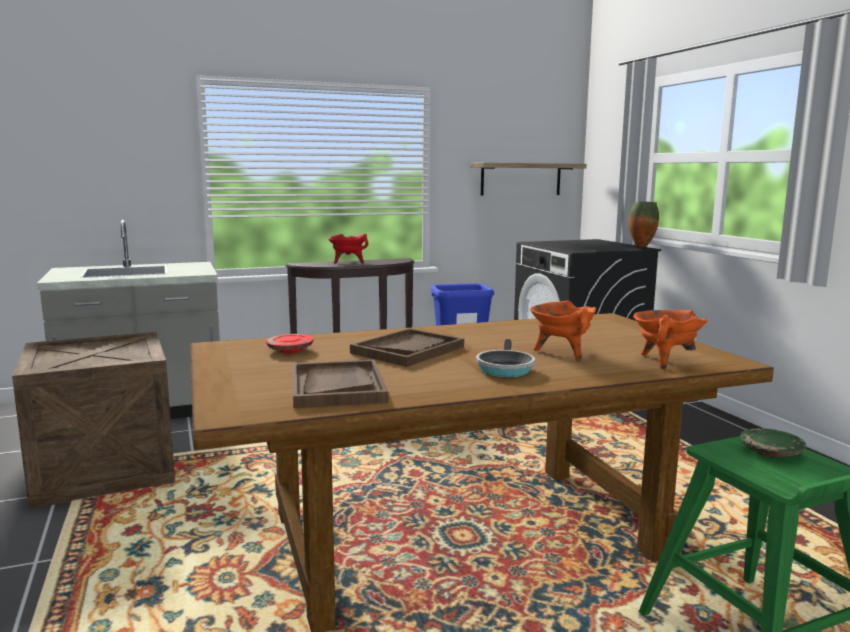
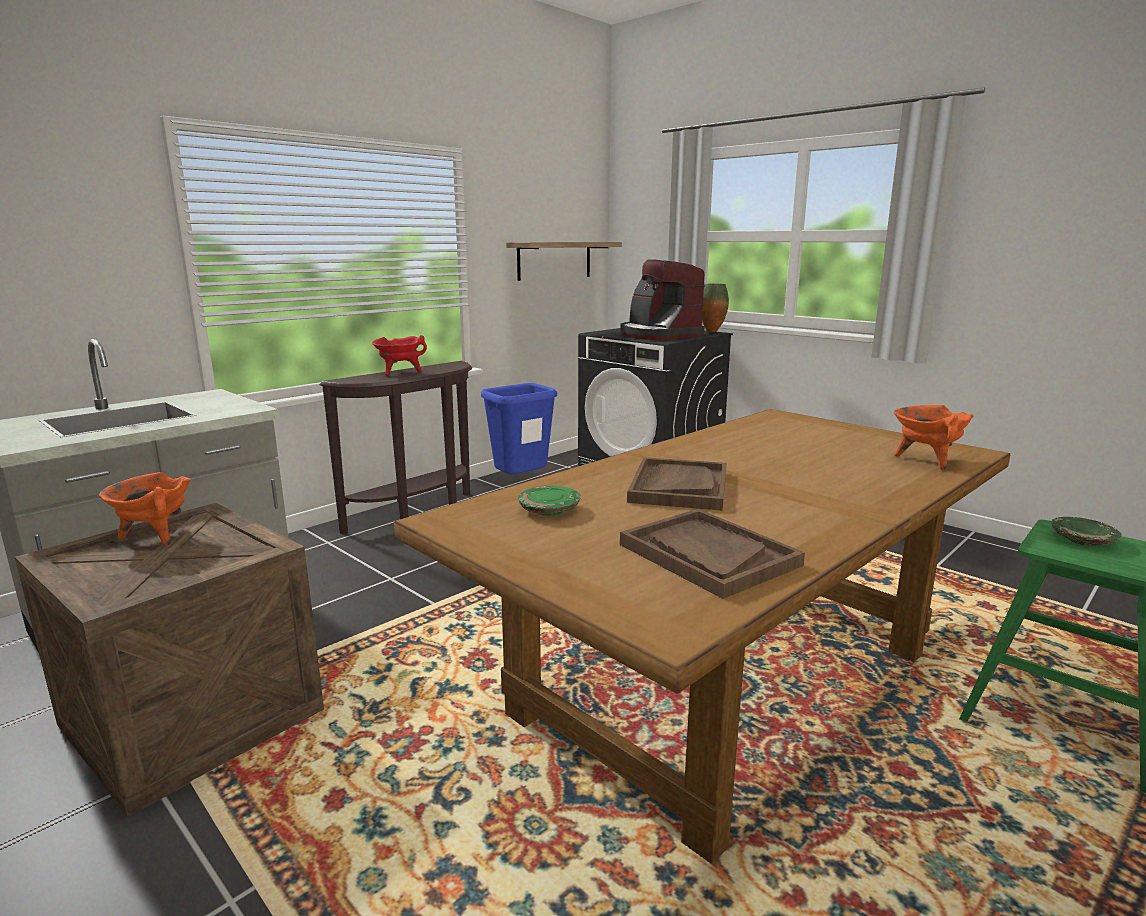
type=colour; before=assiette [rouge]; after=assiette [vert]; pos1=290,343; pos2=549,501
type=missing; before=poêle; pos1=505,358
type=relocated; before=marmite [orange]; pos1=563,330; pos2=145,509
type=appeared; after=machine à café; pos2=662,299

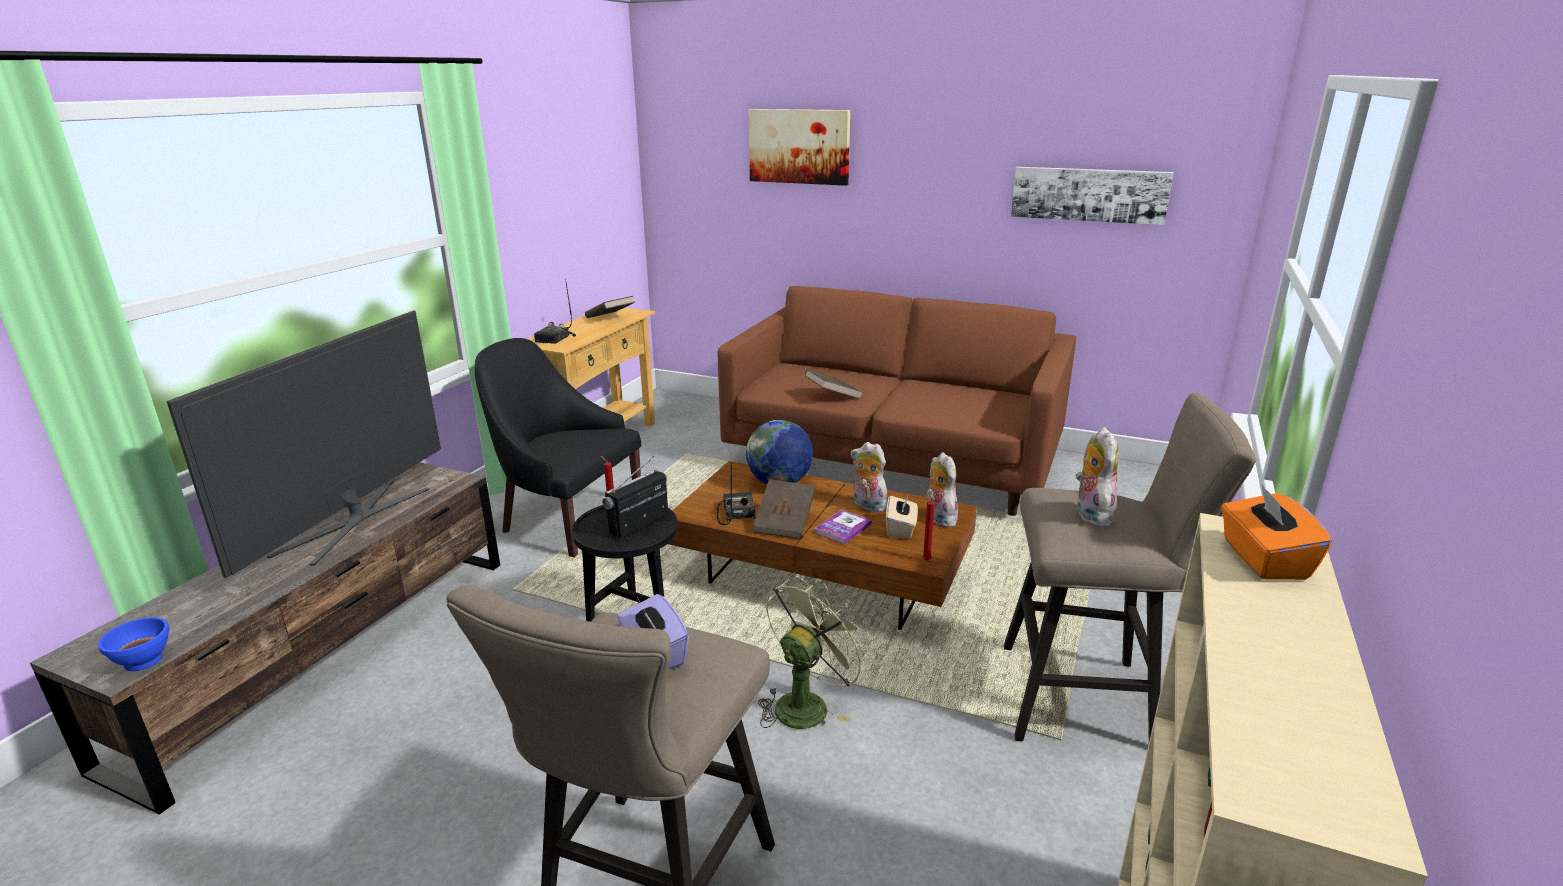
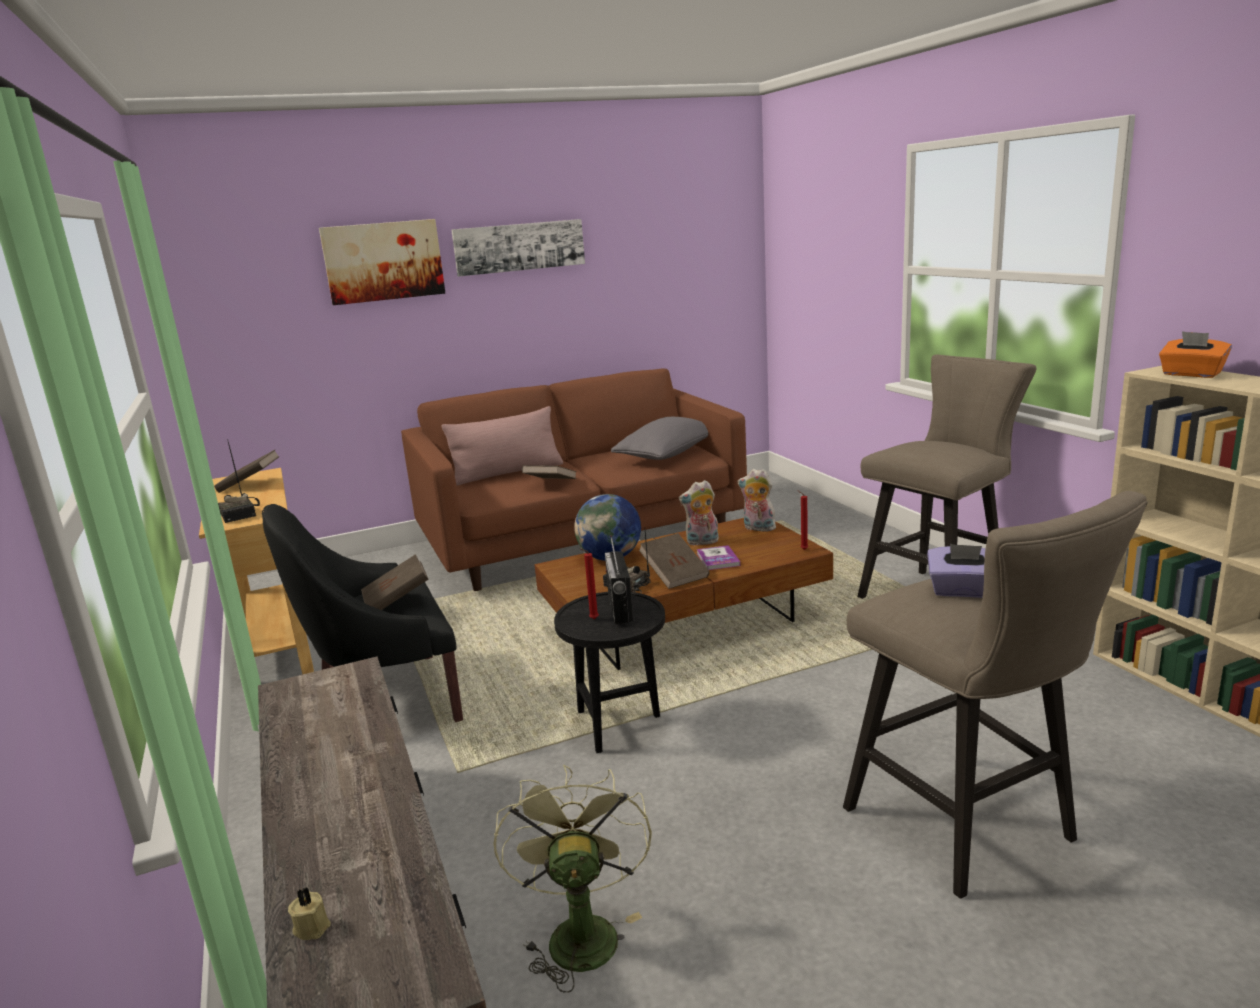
type=missing; before=bol [bleu]; pos1=134,644
type=missing; before=téléviseur; pos1=304,444
type=relocated; before=ventilateur [vert]; pos1=815,652; pos2=572,879
type=missing; before=boîte à mouchoirs [beige]; pos1=902,517
type=relocated; before=tableau; pos1=1092,196; pos2=518,248
type=missing; before=peluche; pos1=1097,477
type=appeared; after=bougie [beige]; pos2=309,913
type=appeared; after=livre [marron]; pos2=394,582
type=appeared; after=coussin [rose]; pos2=502,446
type=appeared; after=coussin [gris]; pos2=659,438

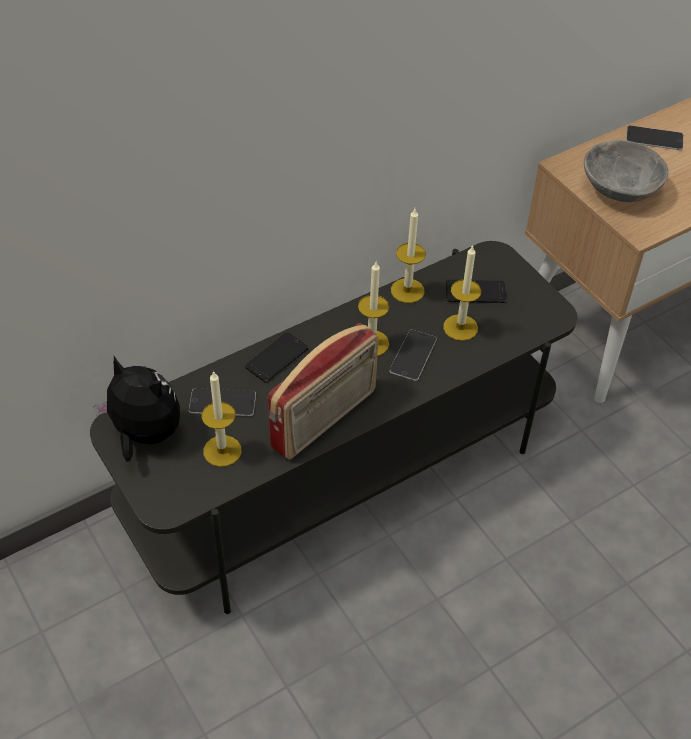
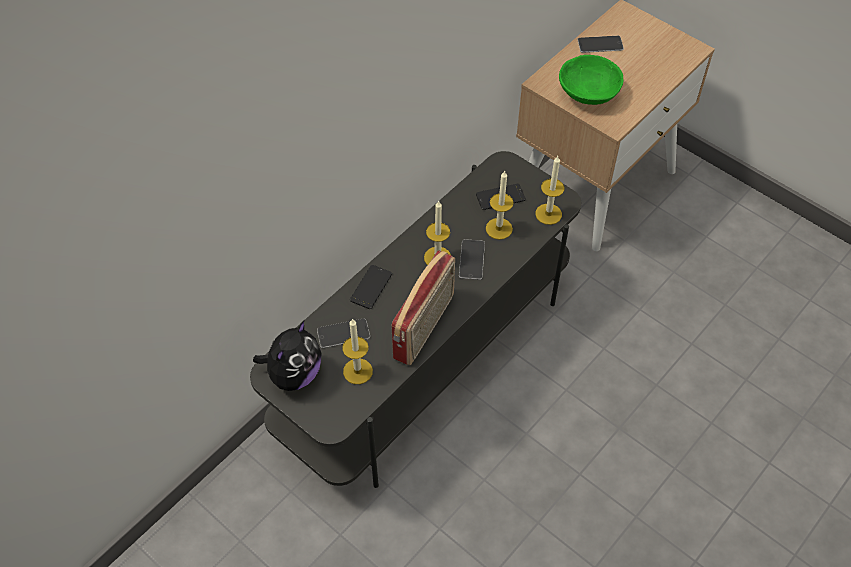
type=spun; before=peluche; pos1=136,409; pos2=287,355; turn=105
type=relocated; before=bougie; pos1=408,256; pos2=549,190
type=colour; before=bol [gris]; after=bol [vert]; pos1=626,171; pos2=591,80

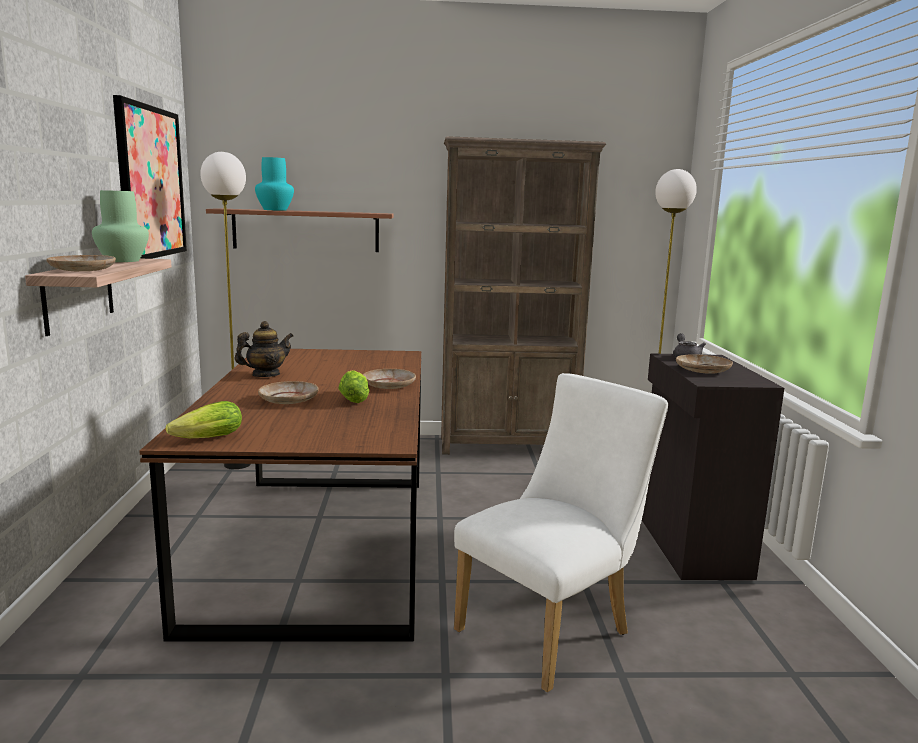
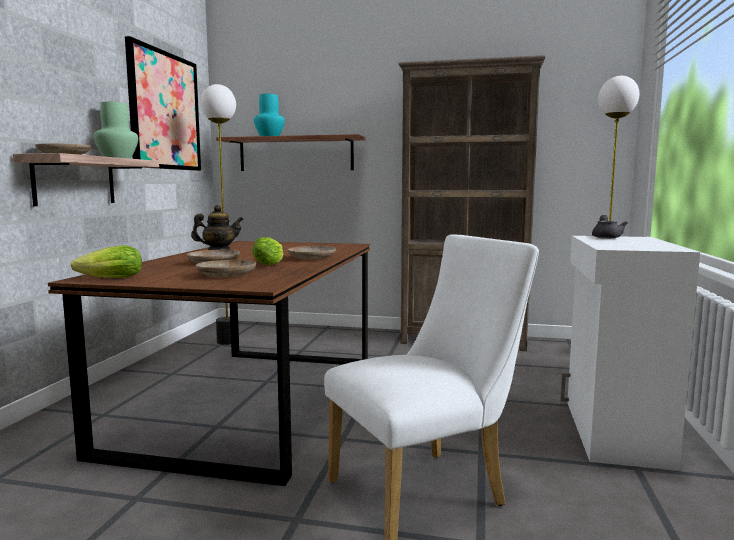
type=colour; before=meuble de rangement [noir]; after=meuble de rangement [blanc]; pos1=713,466; pos2=630,353
type=relocated; before=assiette [beige]; pos1=704,364; pos2=226,268

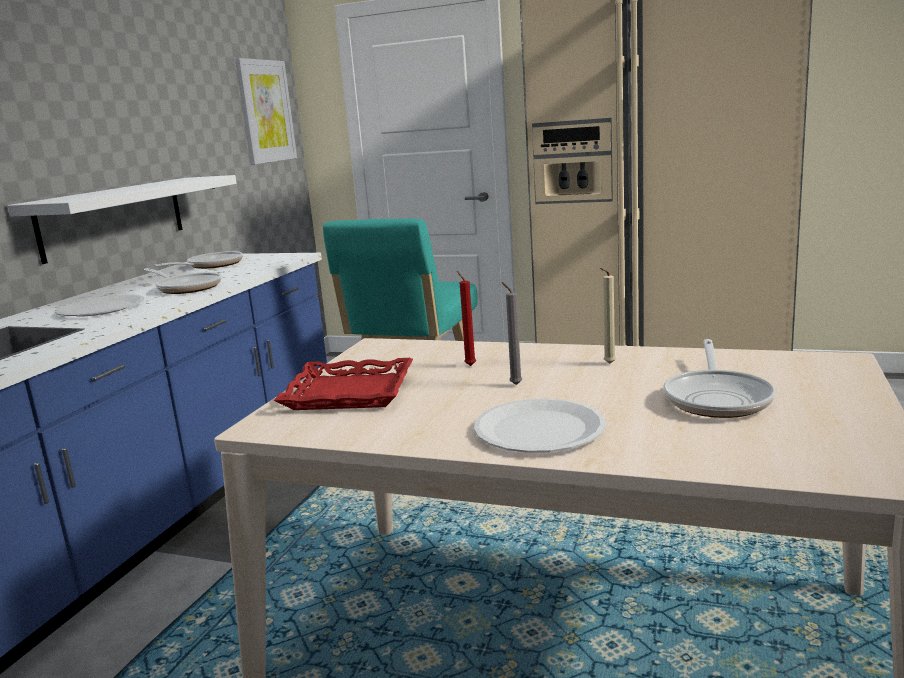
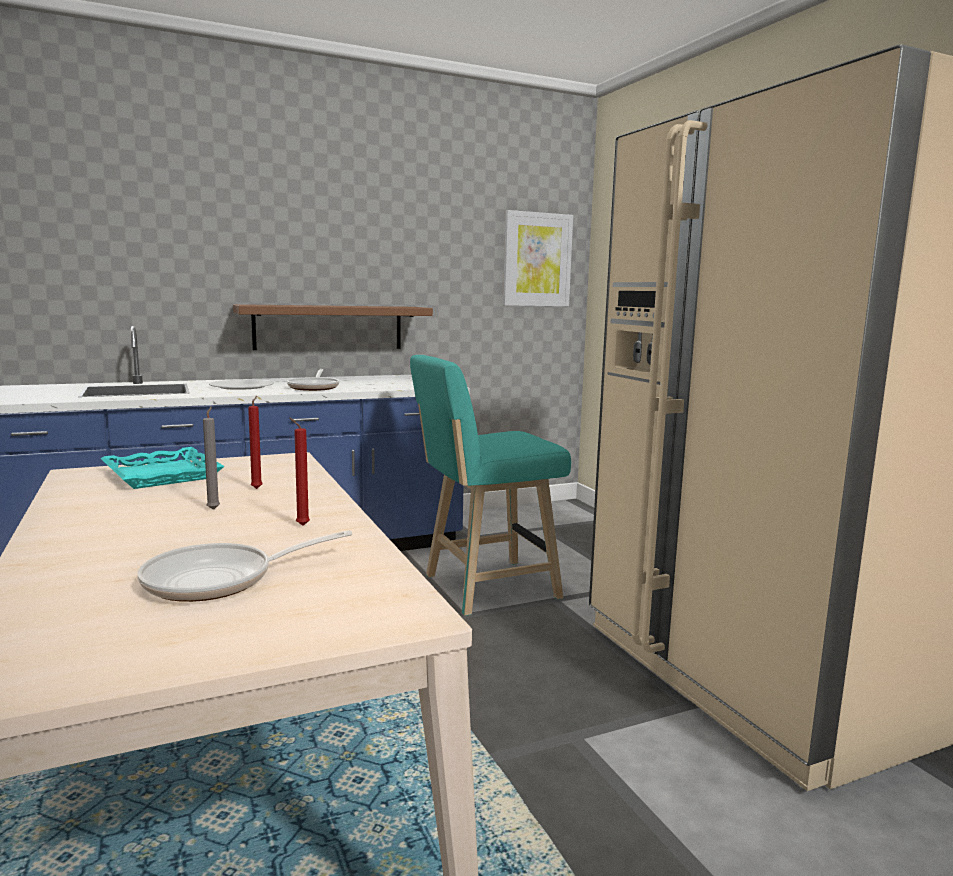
type=colour; before=étagère [blanc]; after=étagère [marron]; pos1=122,219; pos2=333,327
type=missing; before=poêle; pos1=198,260
type=colour; before=plateau [rouge]; after=plateau [turquoise]; pos1=343,384; pos2=162,468
type=missing; before=assiette [blanc]; pos1=540,425
type=colour; before=bougie [beige]; after=bougie [rouge]; pos1=608,316; pos2=299,472

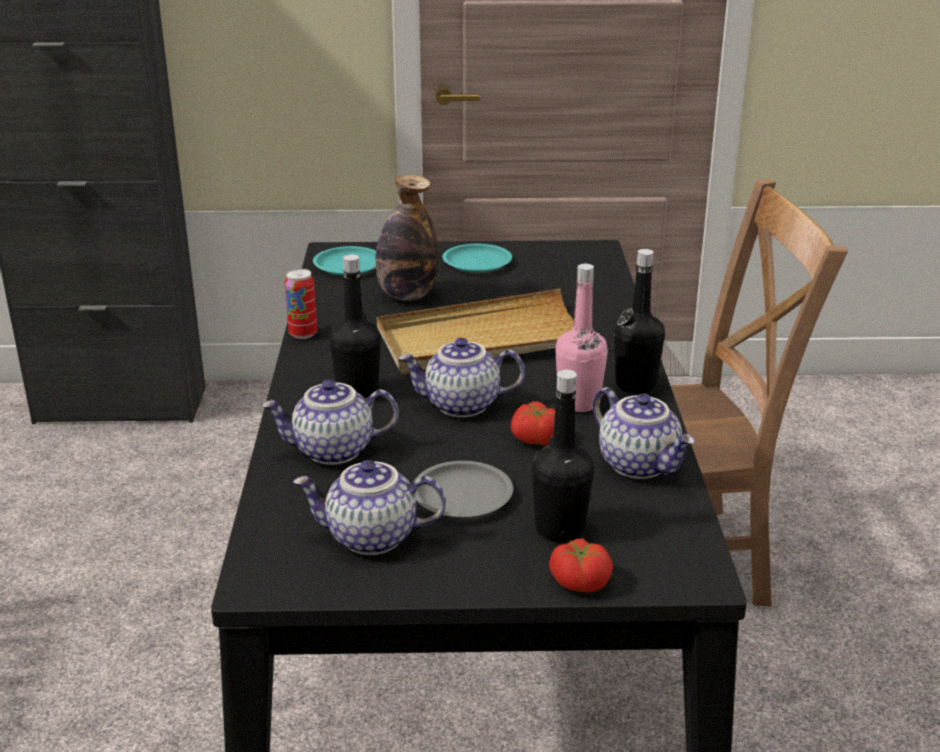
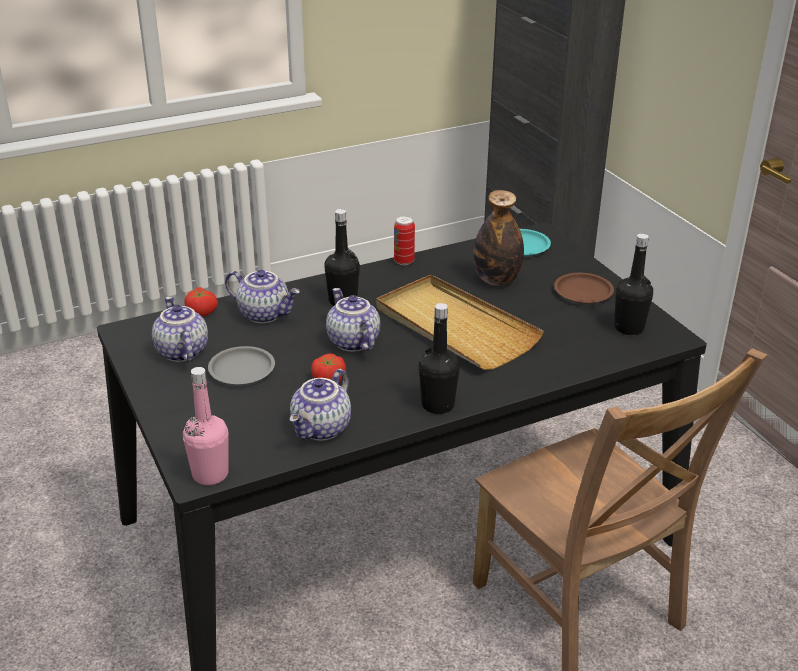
type=spun; before=théière; pos1=330,422; pos2=262,296; turn=150
type=colour; before=assiette [turquoise]; after=assiette [marron]; pos1=477,258; pos2=584,288
type=relocated; before=bouteille [noir]; pos1=562,456; pos2=633,284
type=relocated; before=tomate; pos1=581,565; pos2=201,302
type=relocated; before=bouteille [rose]; pos1=581,338; pos2=205,426

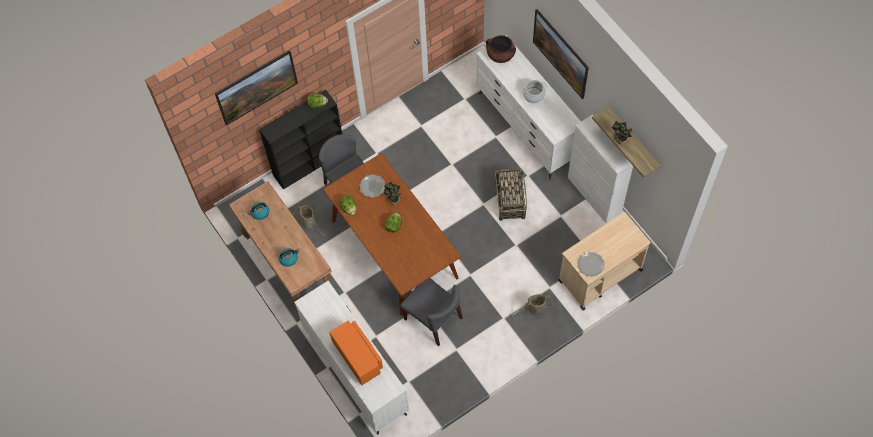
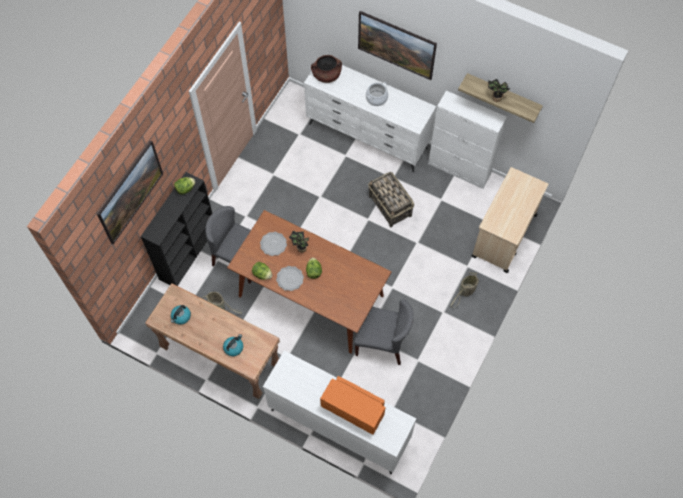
type=relocated; before=assiette; pos1=591,264; pos2=290,278

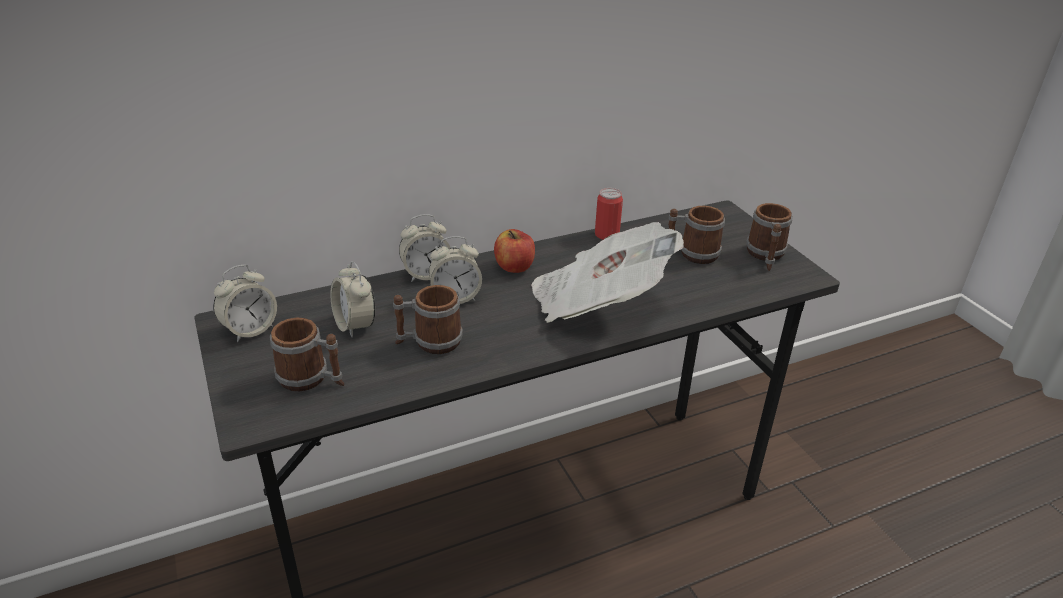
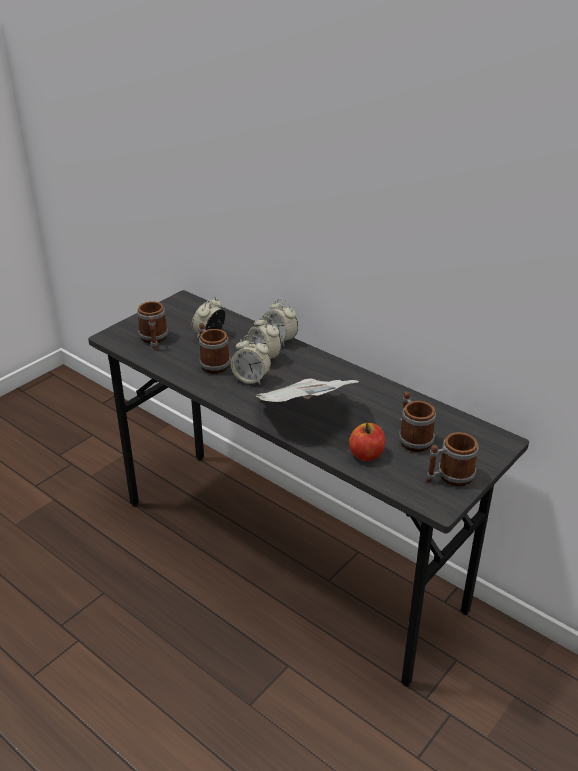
type=relocated; before=réveil; pos1=245,303; pos2=251,360
type=relocated; before=pomme; pos1=514,251; pos2=367,442
type=missing; before=boîte métallique; pos1=609,214

